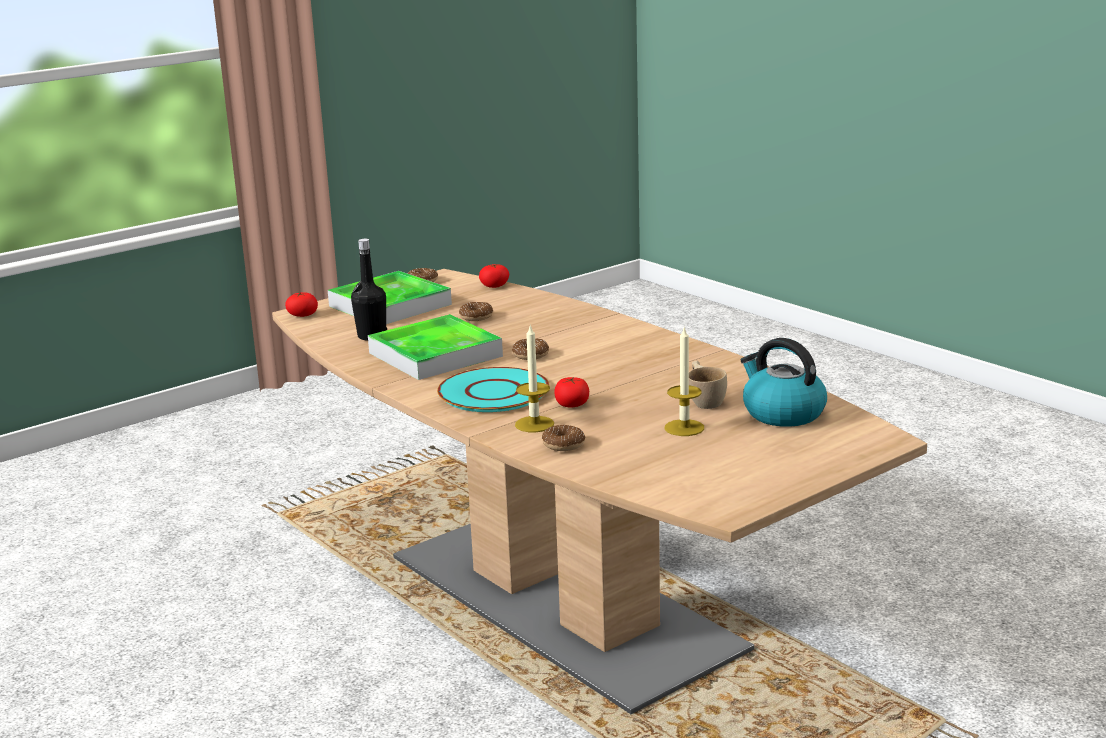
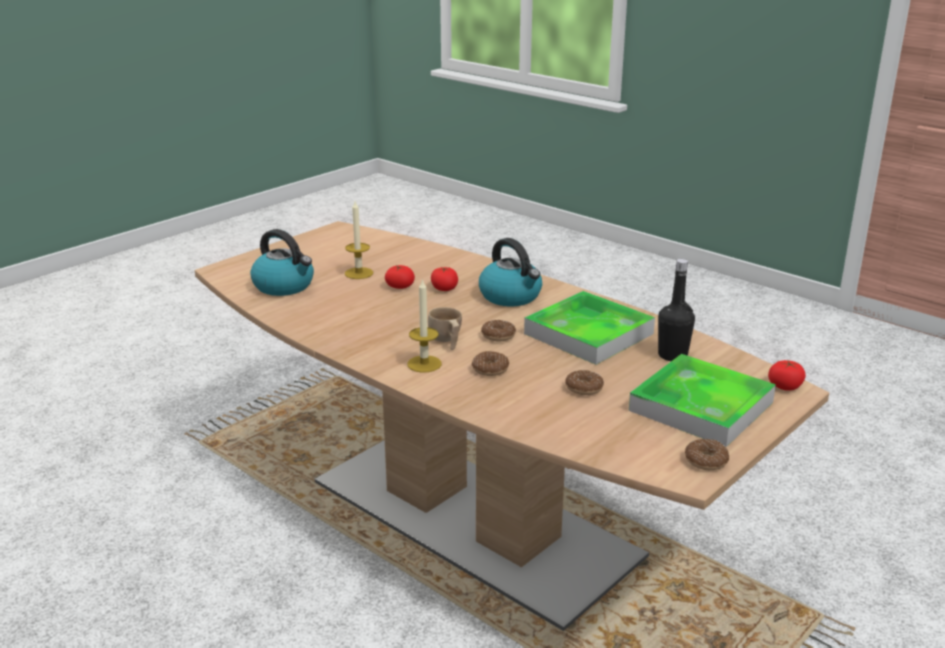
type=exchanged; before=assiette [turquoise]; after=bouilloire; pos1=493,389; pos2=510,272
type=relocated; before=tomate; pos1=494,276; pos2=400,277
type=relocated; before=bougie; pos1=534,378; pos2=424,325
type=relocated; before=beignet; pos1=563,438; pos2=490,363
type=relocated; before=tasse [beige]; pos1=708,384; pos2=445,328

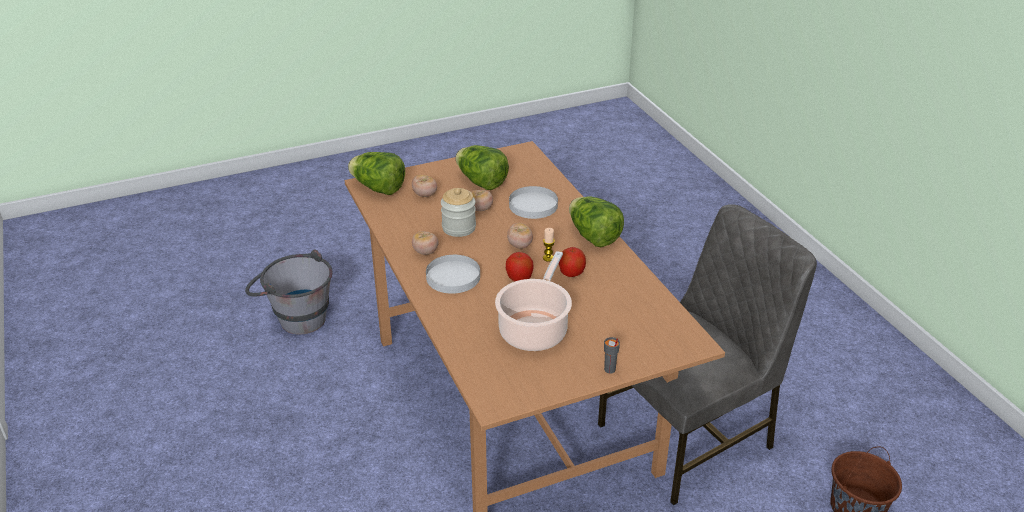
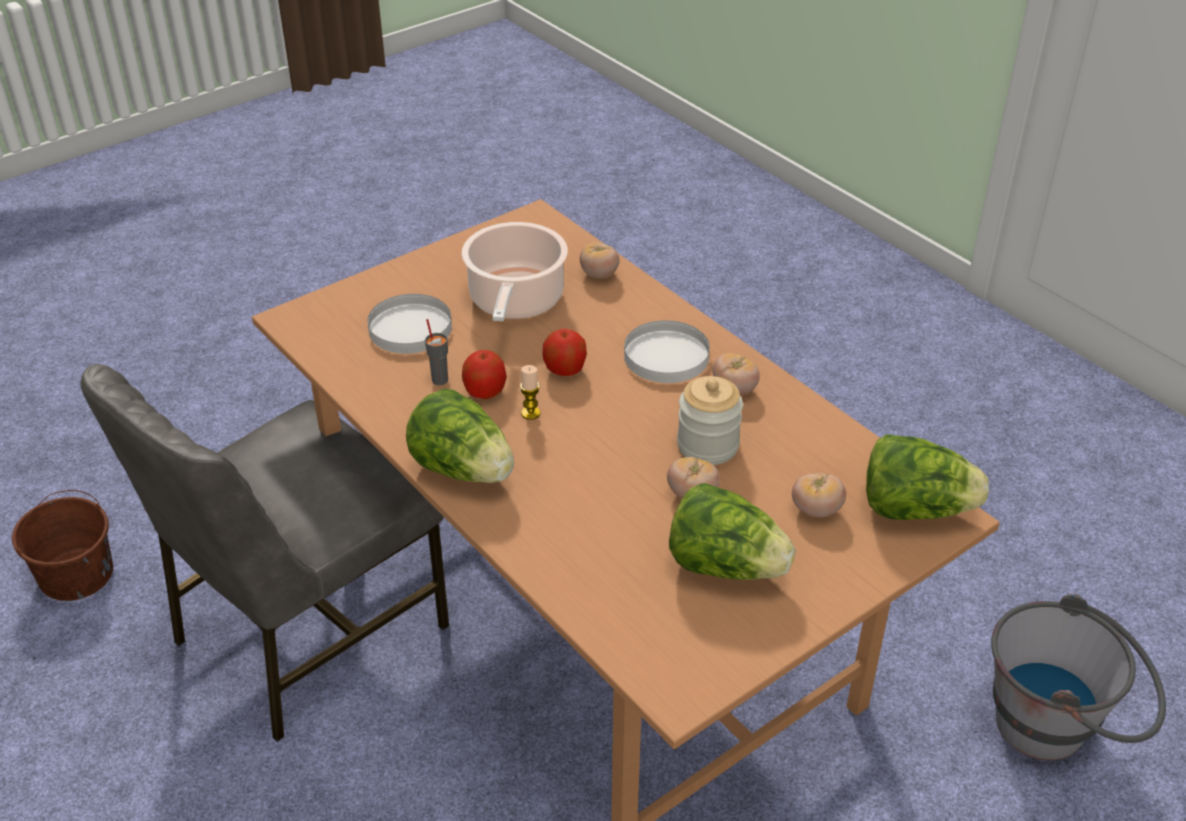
type=relocated; before=tomate; pos1=520,236; pos2=600,260
type=relocated; before=assiette [blanc]; pos1=533,202; pos2=409,324
type=relocated; before=tasse [gris]; pos1=612,355; pos2=436,352

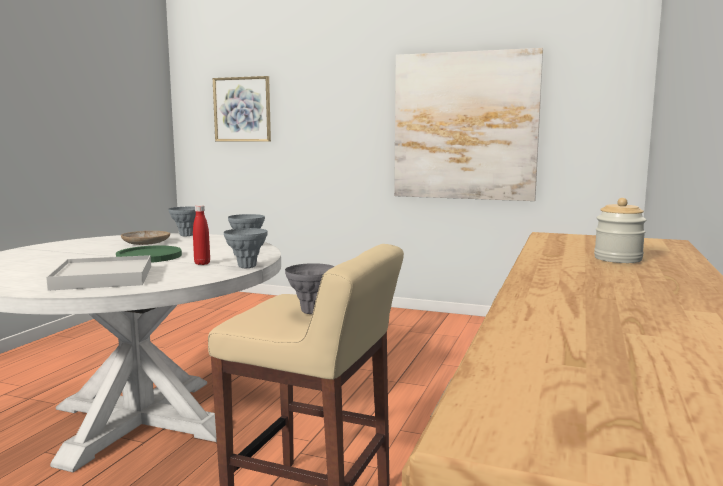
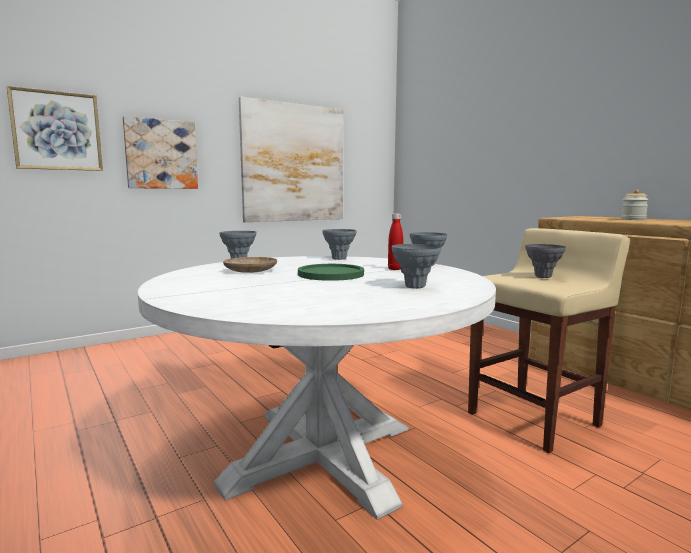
type=exchanged; before=plateau [blanc]; after=vase [gris]; pos1=98,273; pos2=416,266
type=appeared; after=tableau; pos2=160,152

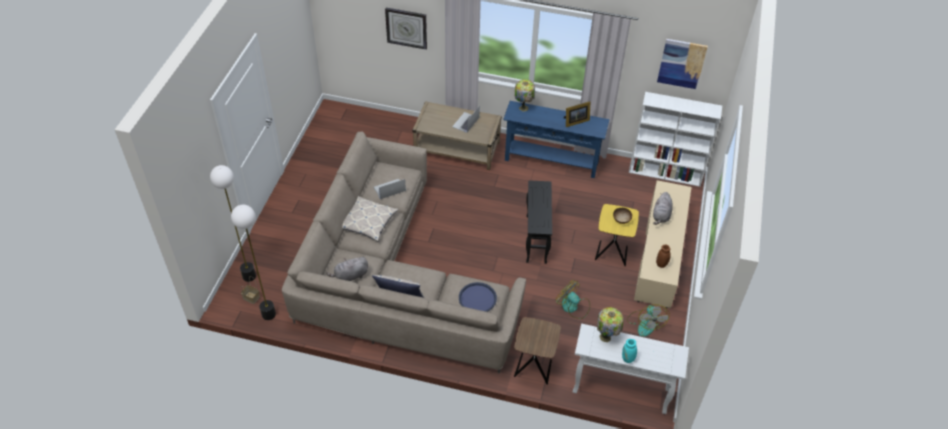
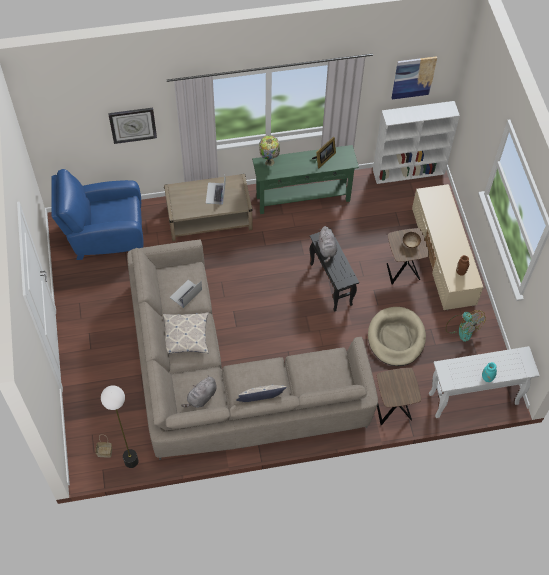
type=missing; before=lampadaire; pos1=233,223
type=missing; before=plateau [bleu]; pos1=478,297
type=colour; before=table console [bleu]; after=table console [vert]; pos1=556,139; pos2=305,179
type=exchanged; before=ventilateur; after=panier pour chien [beige]; pos1=572,299; pos2=397,336
type=colour; before=table d'appoint [jaune]; after=table d'appoint [marron]; pos1=617,235; pos2=408,256
type=missing; before=lampe de table; pos1=610,324
type=relocated; before=peluche [gris]; pos1=663,208; pos2=327,244
type=appeared; after=fauteuil [bleu]; pos2=97,214

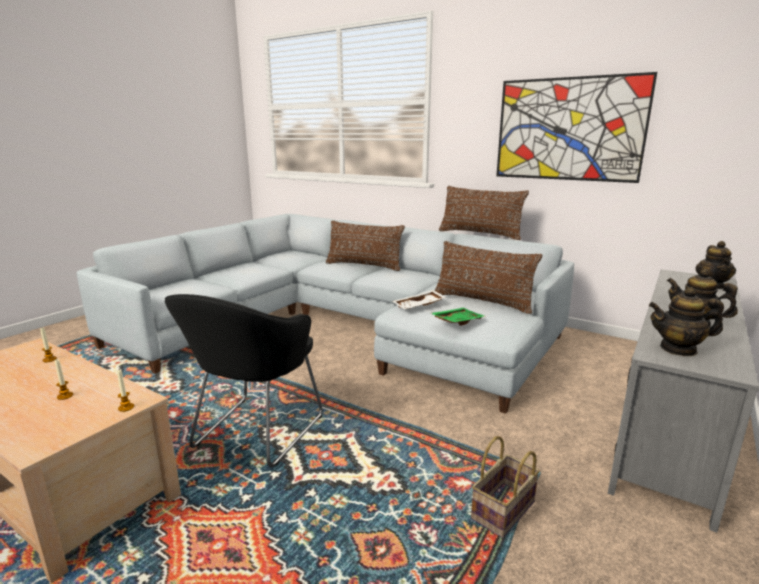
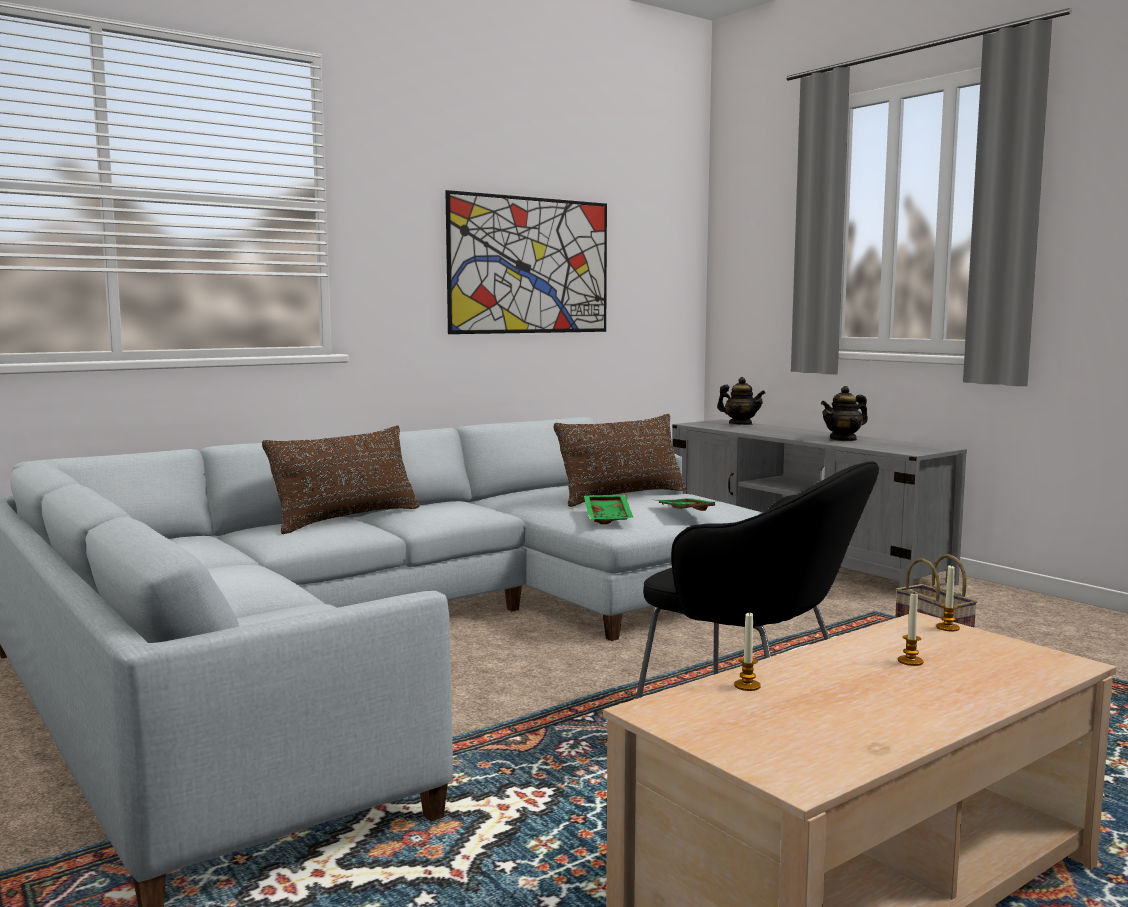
type=colour; before=plateau [blanc]; after=plateau [vert]; pos1=419,299; pos2=609,509
type=missing; before=coussin [marron]; pos1=484,213
type=missing; before=théière; pos1=686,321

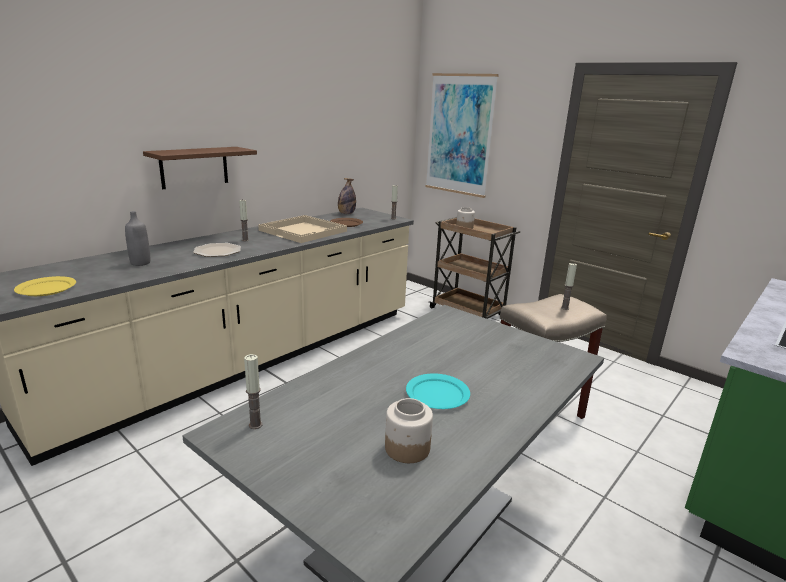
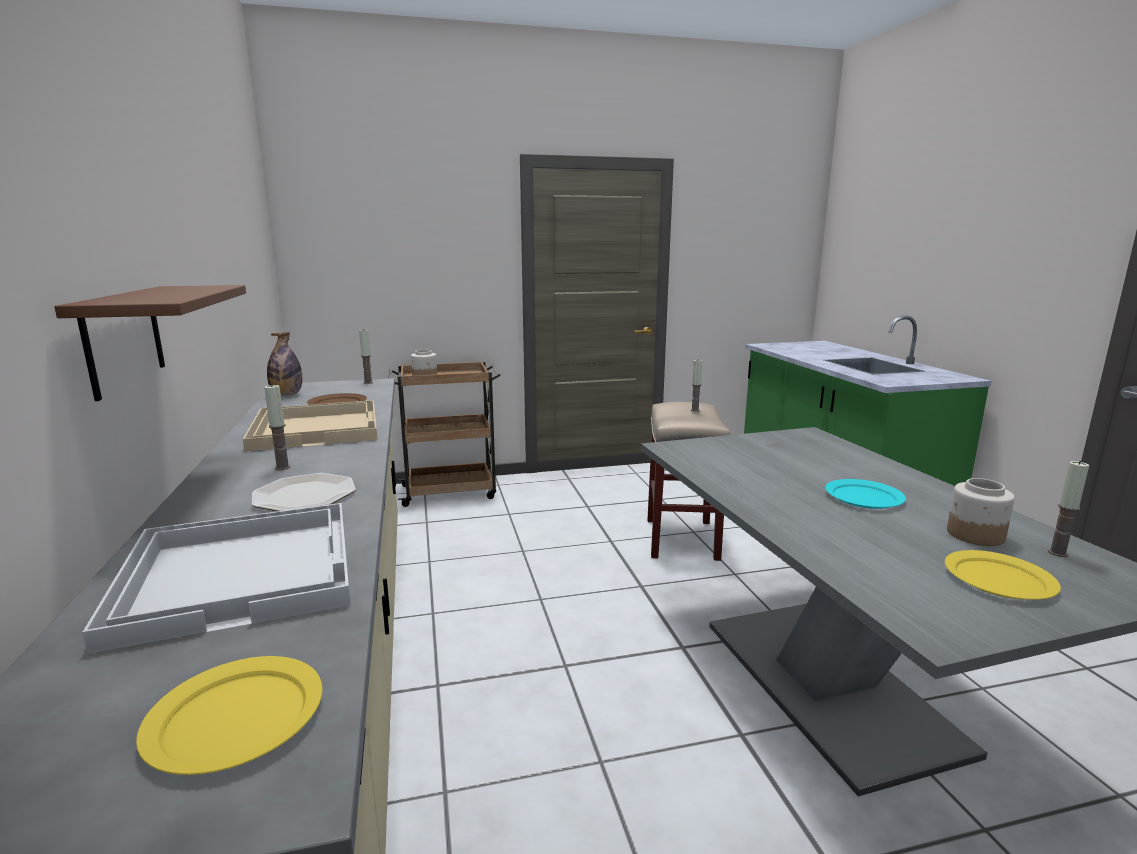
type=exchanged; before=bouteille [gris]; after=plateau [blanc]; pos1=137,238; pos2=216,578
type=relocated; before=bougie; pos1=253,391; pos2=1068,509
type=missing; before=tableau; pos1=462,135
type=appeared; after=assiette [jaune]; pos2=1003,575

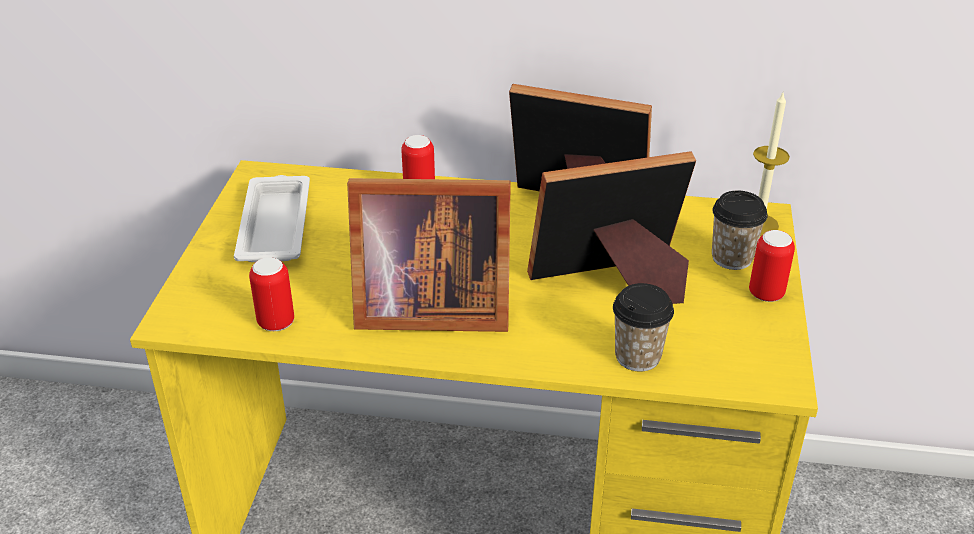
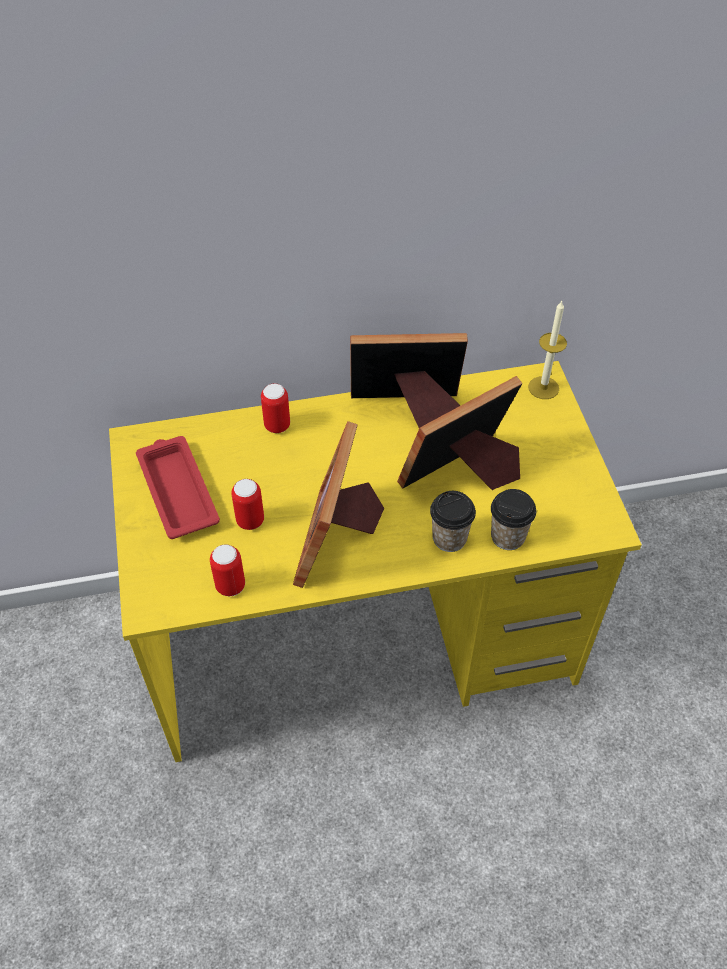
type=colour; before=plateau [blanc]; after=plateau [rouge]; pos1=272,218; pos2=178,487
type=spun; before=cadre photo; pos1=429,255; pos2=338,504; turn=120
type=relocated; before=tasse; pos1=740,230; pos2=453,521
type=relocated; before=boîte métallique; pos1=772,266; pos2=247,504

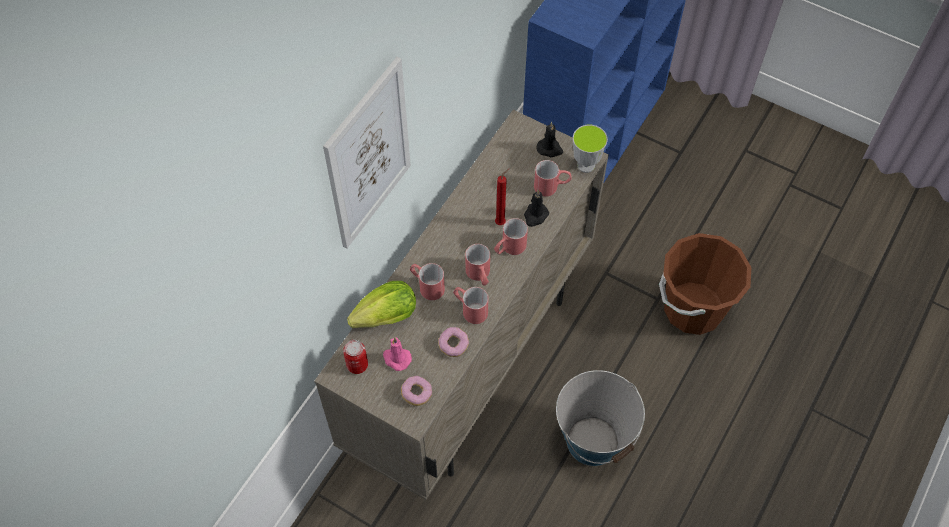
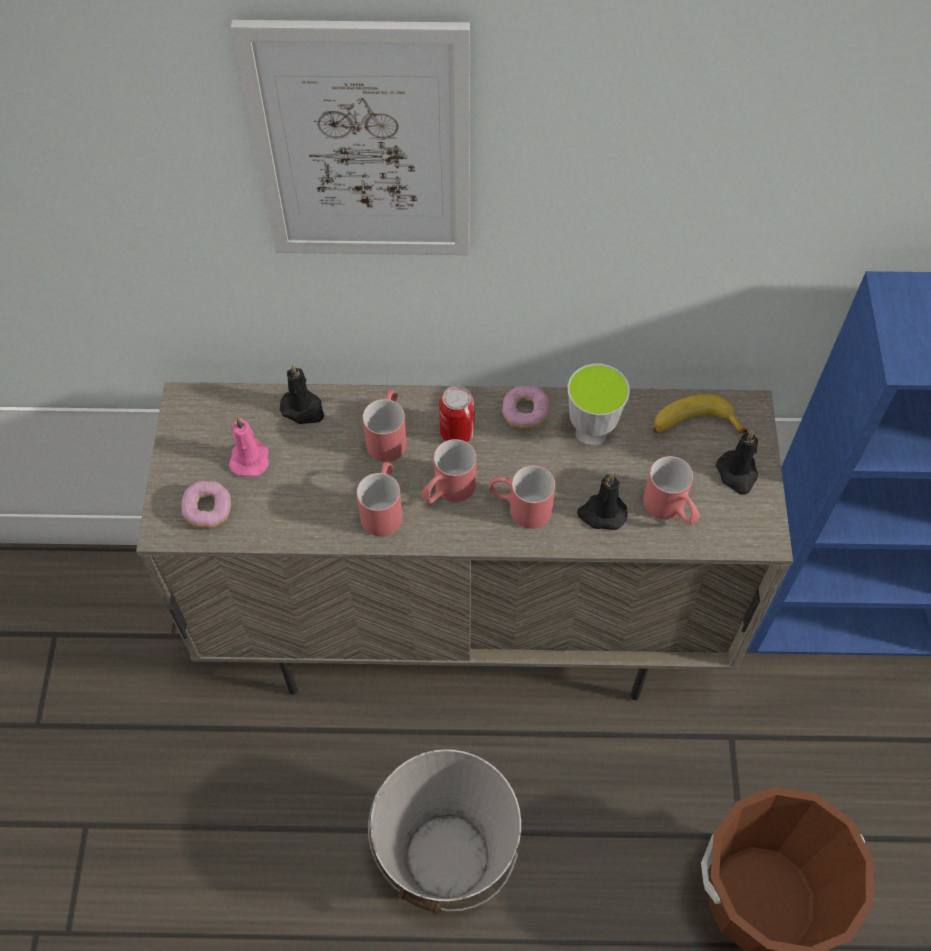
type=relocated; before=boîte métallique; pos1=355,357; pos2=456,414
type=exchanged; before=laitue; after=bougie [noir]; pos1=381,304; pos2=302,394
type=relocated; before=beignet; pos1=453,342; pos2=526,408
type=missing; before=bougie [rouge]; pos1=502,197
type=relocated; before=tasse; pos1=590,149; pos2=598,405
type=appeared; after=banane; pos2=700,414

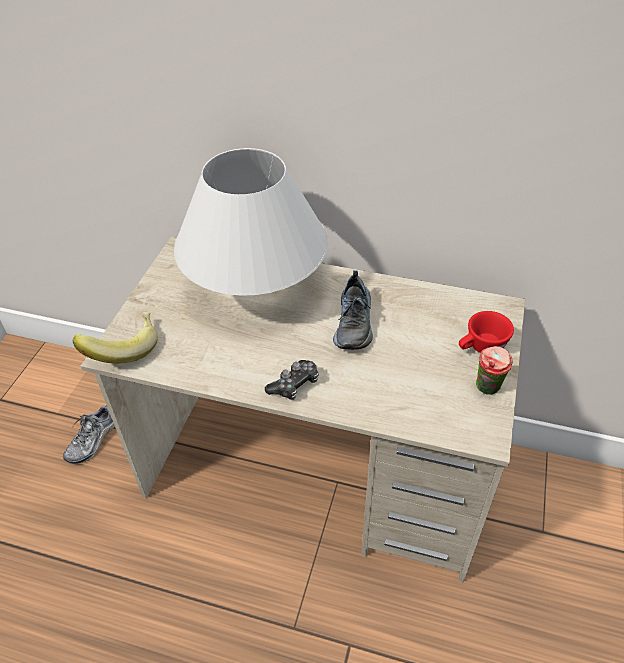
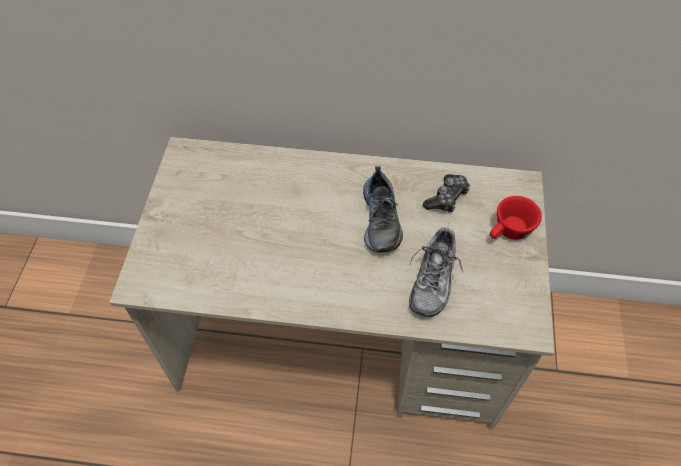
type=relocated; before=chaussure; pos1=89,435; pos2=436,270
type=missing; before=banane; pos1=115,338
type=missing; before=lampe de table [blanc]; pos1=251,222
type=relocated; before=manette; pos1=292,380; pos2=446,193
type=missing; before=tasse; pos1=494,370

